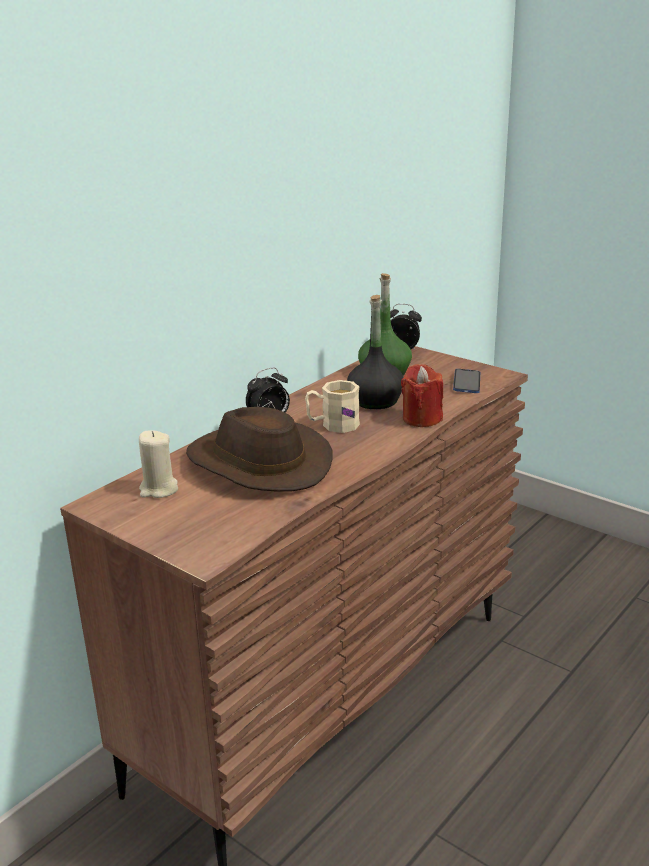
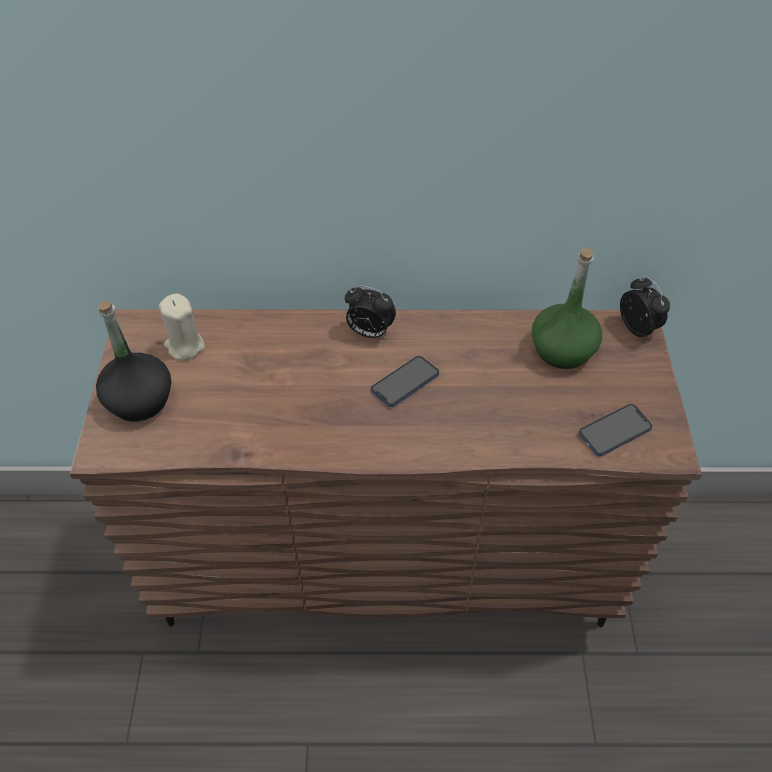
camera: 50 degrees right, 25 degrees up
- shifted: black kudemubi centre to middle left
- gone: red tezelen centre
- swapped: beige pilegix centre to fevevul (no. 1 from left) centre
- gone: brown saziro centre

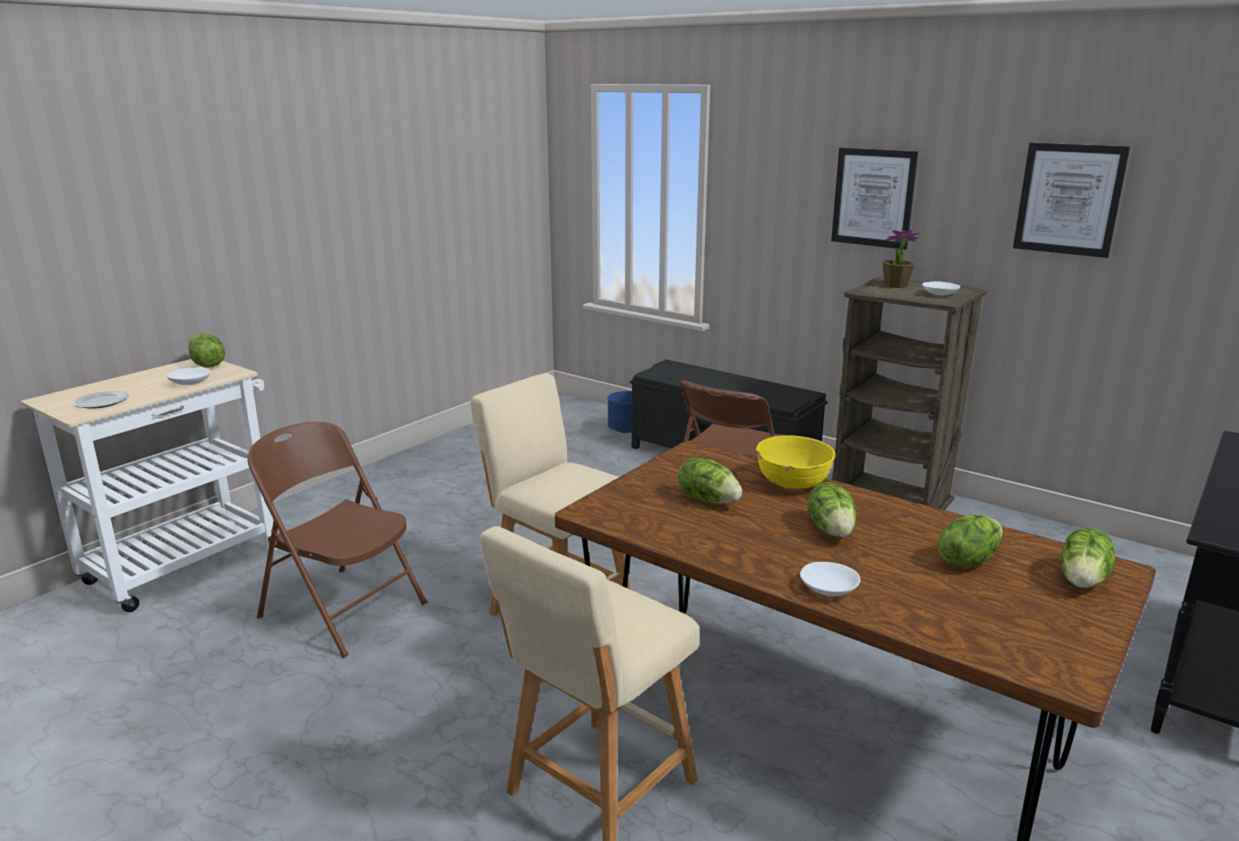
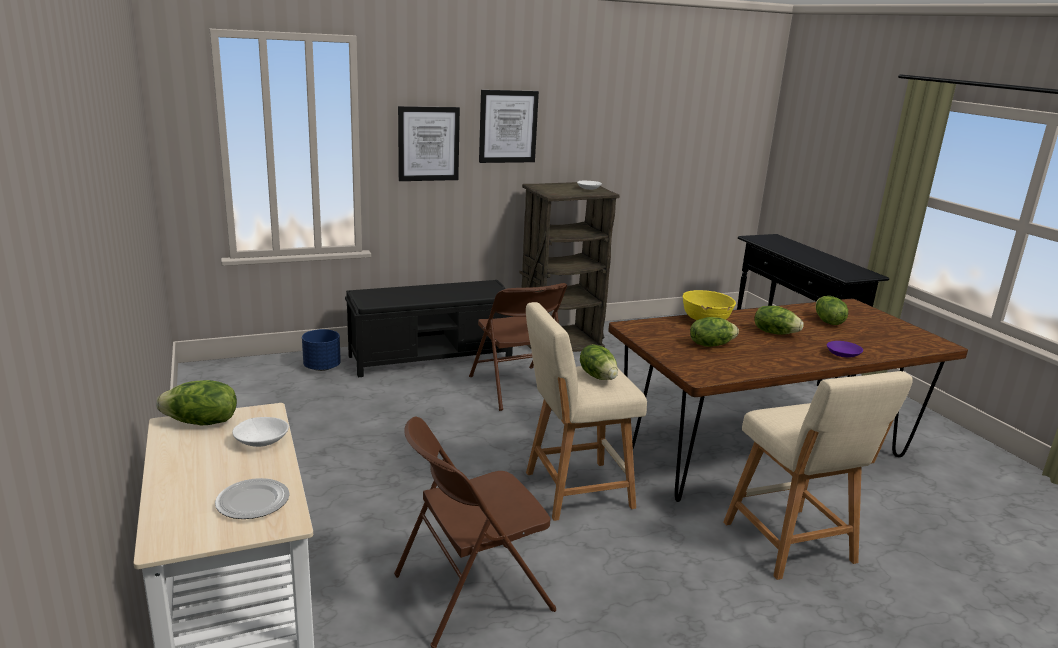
camera: 60 degrees left, 0 degrees up
- shifted: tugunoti (no. 2 from left in the first image) top right to tugunoti (no. 1 from left) top centre
- gone: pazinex top right
- shifted: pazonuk (no. 5 from left in the first image) middle right to pazonuk (no. 2 from left) centre
- repainted: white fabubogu (no. 2 from left) bottom right to purple fabubogu middle right

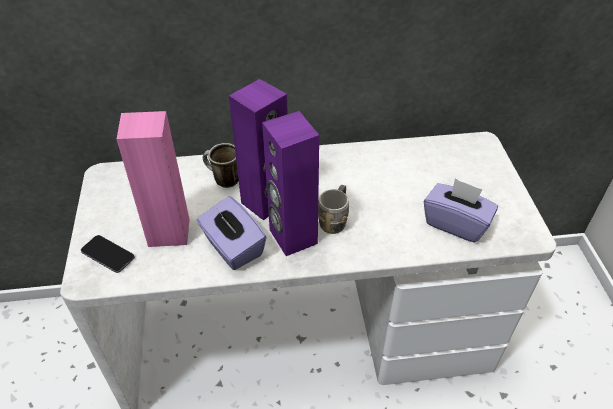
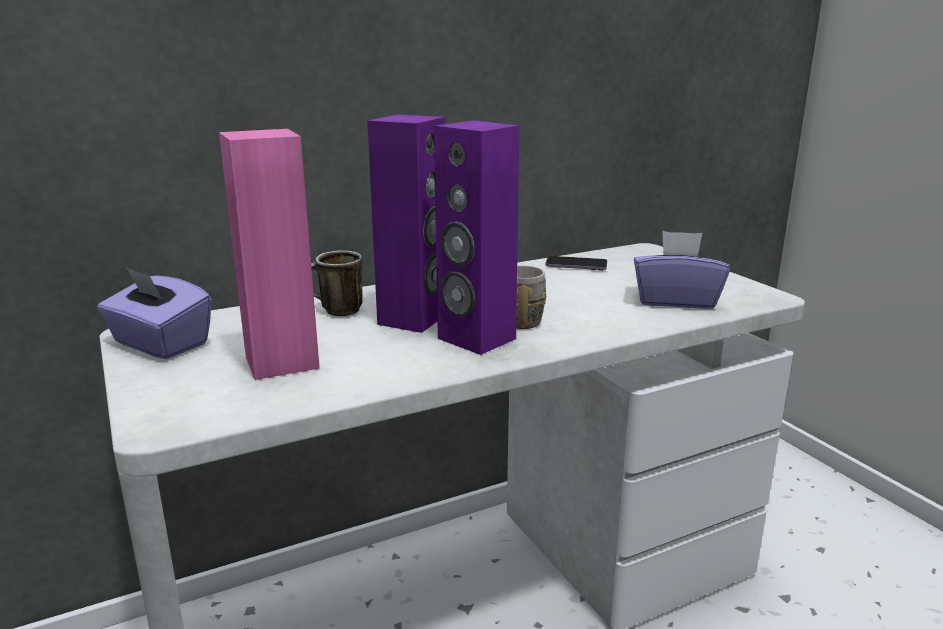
camera: 20 degrees left, 25 degrees down
- shifted: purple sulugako (no. 1 from left) centre to middle left
- shifted: fevevul middle left to centre

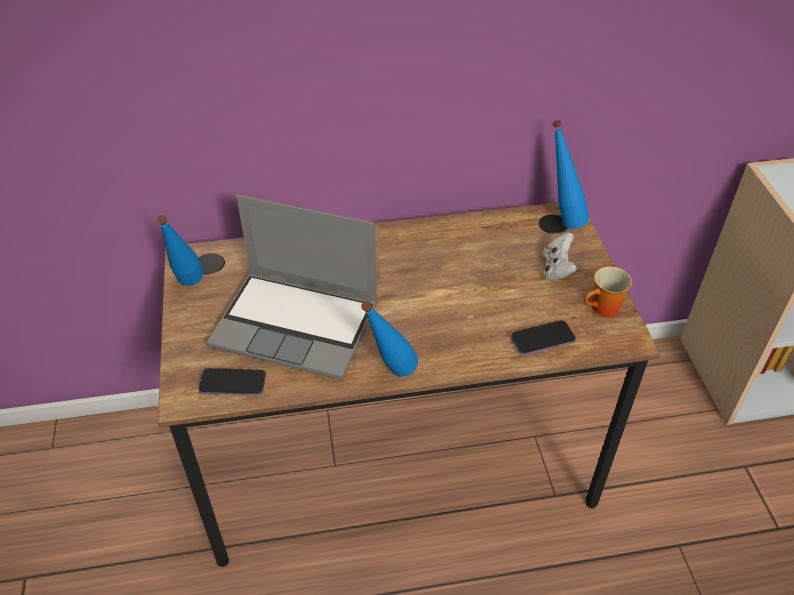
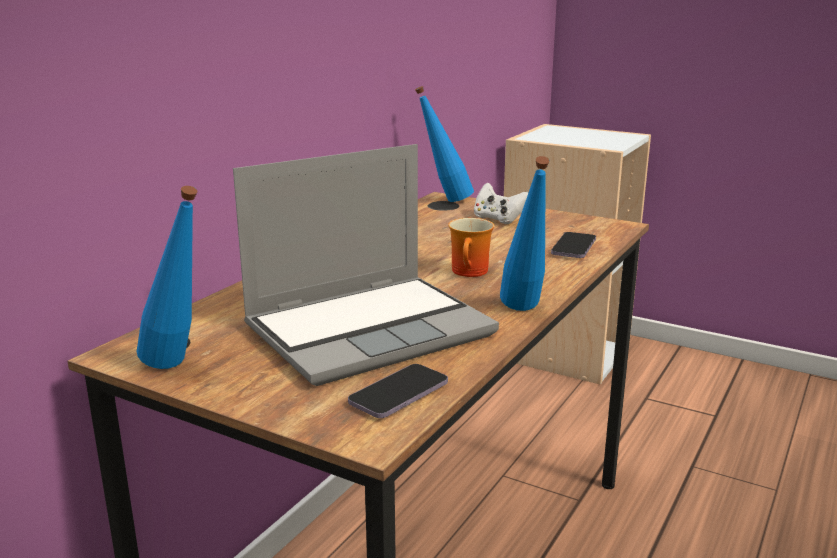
camera: 50 degrees left, 25 degrees down
- shifted: pilegix middle right to centre

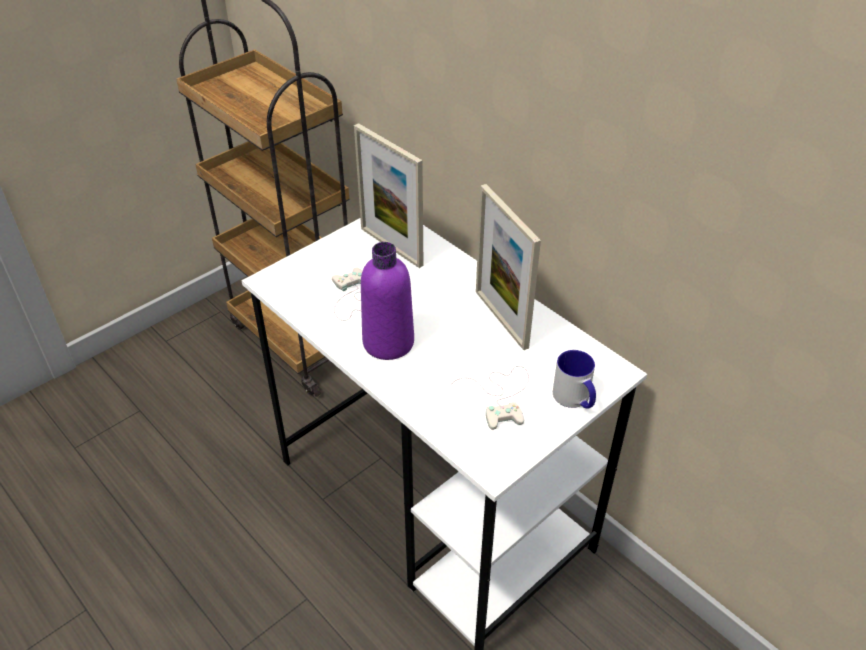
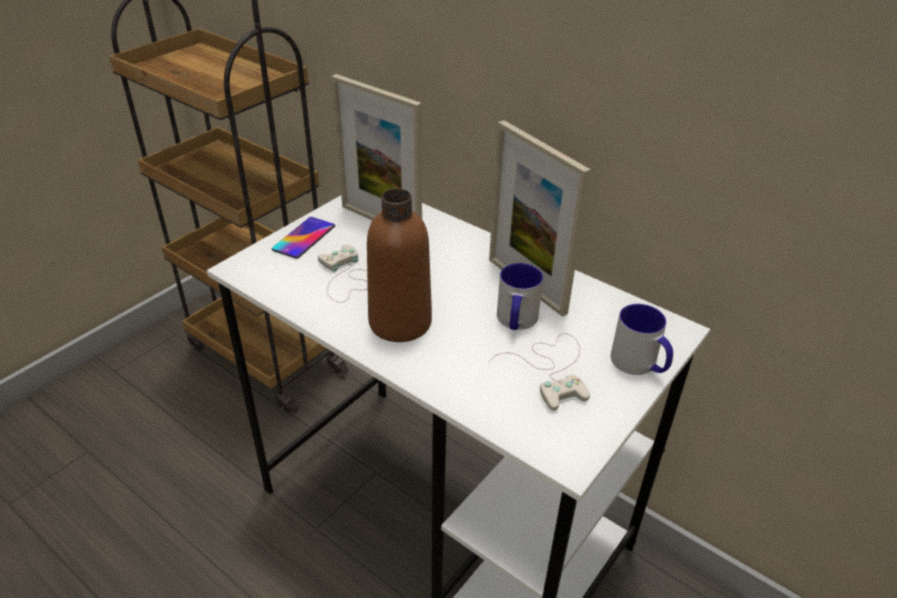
camera: 10 degrees left, 5 degrees down
- repainted: purple kudemubi centre to brown kudemubi centre
- new: fevevul centre
- new: pilegix (no. 1 from left) centre

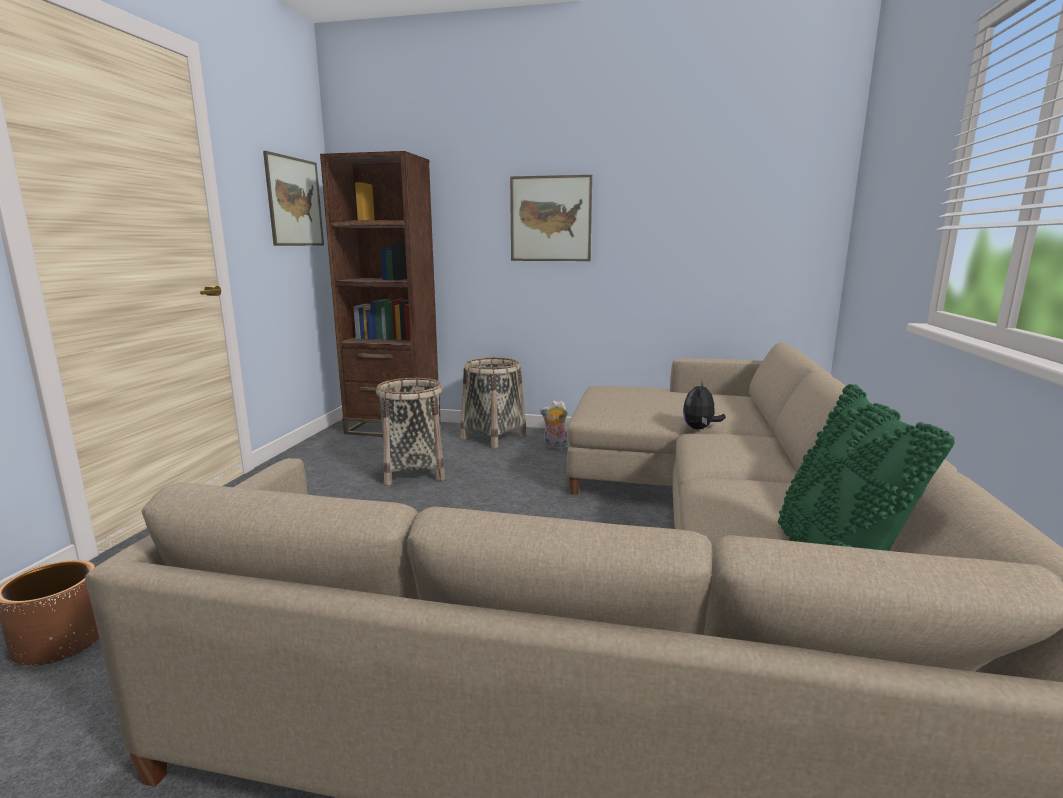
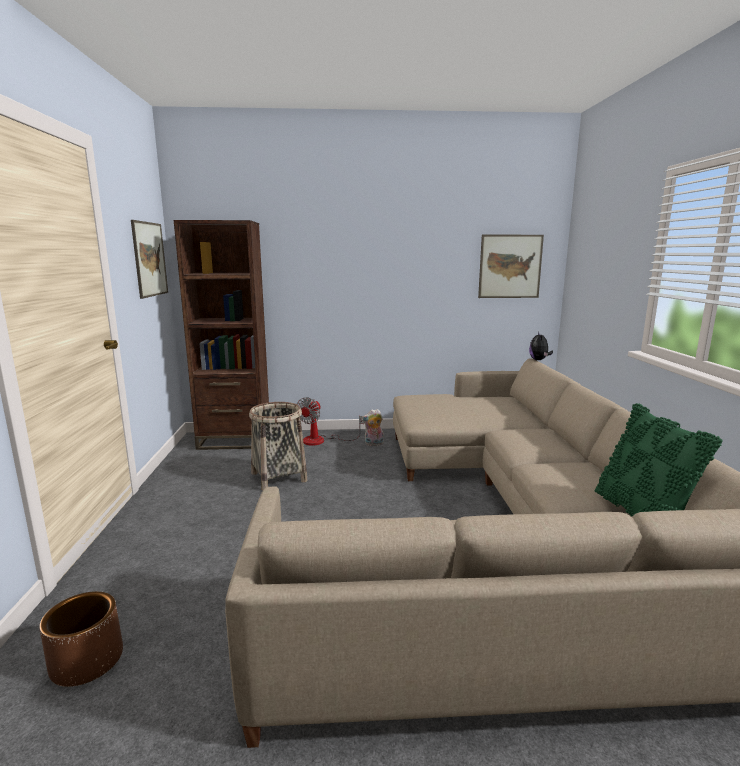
camera: 15 degrees left, 0 degrees up
- shifted: tugunoti (no. 2 from left) top centre to middle right
- swapped: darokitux (no. 2 from left) centre to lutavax centre
- shifted: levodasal (no. 2 from left) centre to middle right

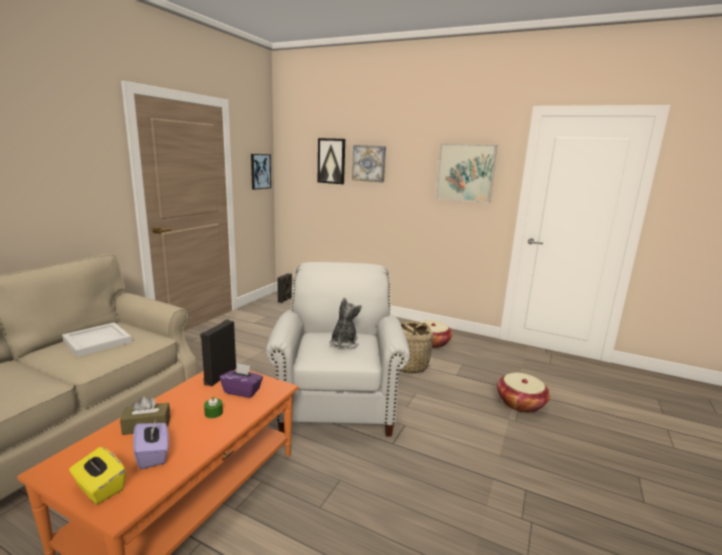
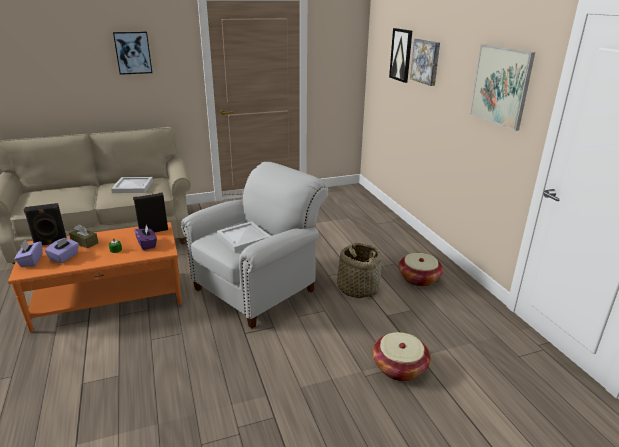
camera: 45 degrees right, 10 degrees up
- shifted: tugunoti (no. 1 from left) top centre to top left
- shifted: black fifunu (no. 2 from left in the first image) centre to black fifunu (no. 1 from left) middle left
- swapped: levodasal centre to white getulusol (no. 2 from left) centre
- repainted: yellow sulugako bottom left to purple sulugako (no. 1 from left) middle left

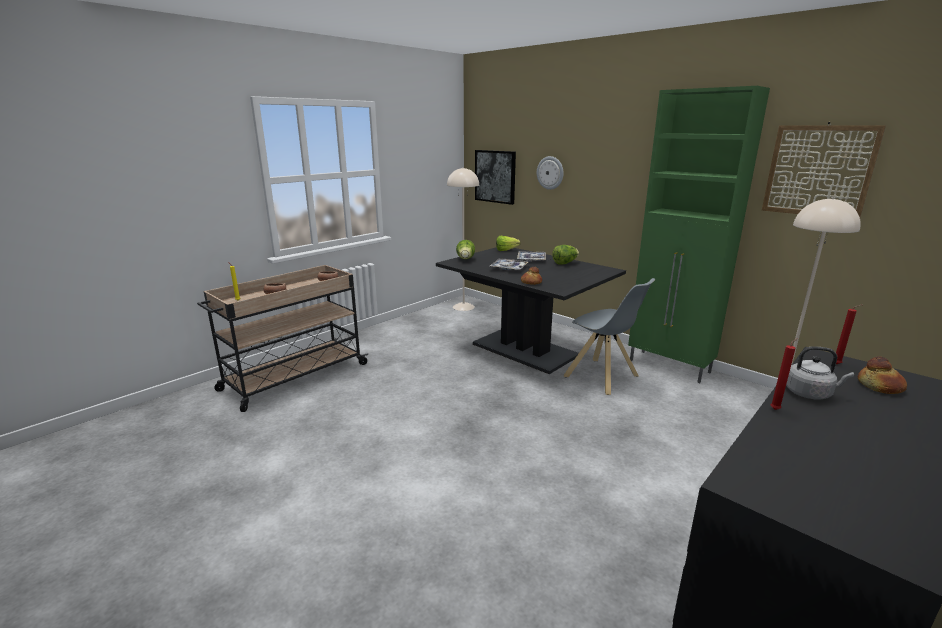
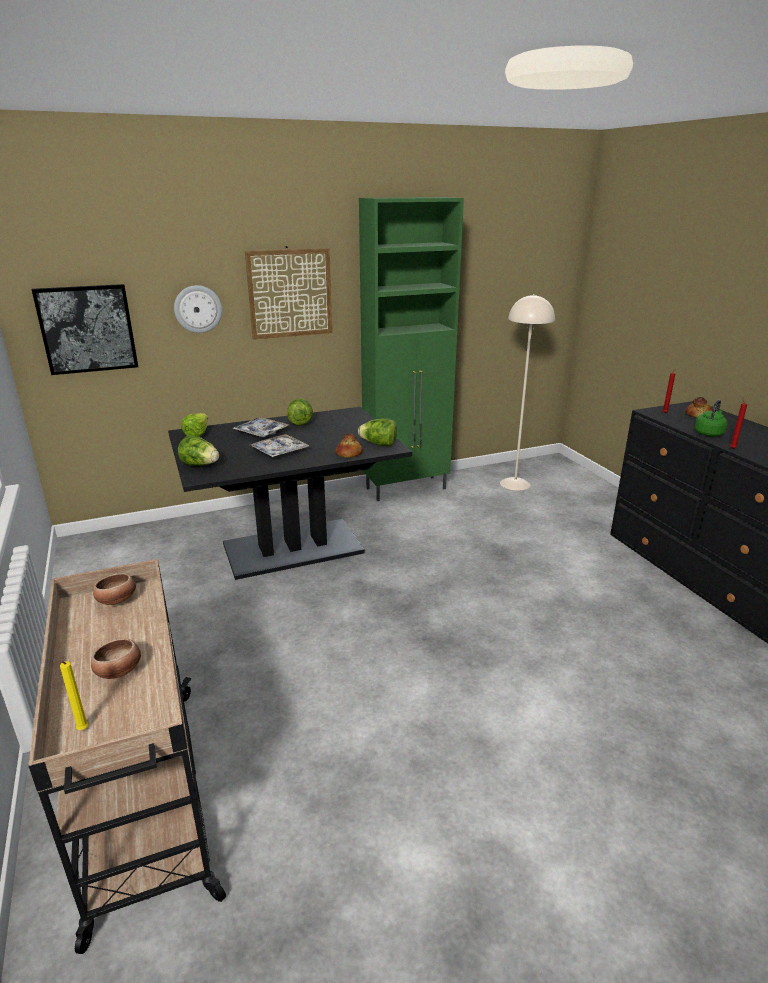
camera: 65 degrees left, 5 degrees up
- shifted: tugunoti (no. 2 from left) top right to top centre
- gone: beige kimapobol (no. 1 from left) centre
- gone: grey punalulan centre
- repainted: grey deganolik middle right to green deganolik middle right
- new: pazonuk (no. 4 from left) centre

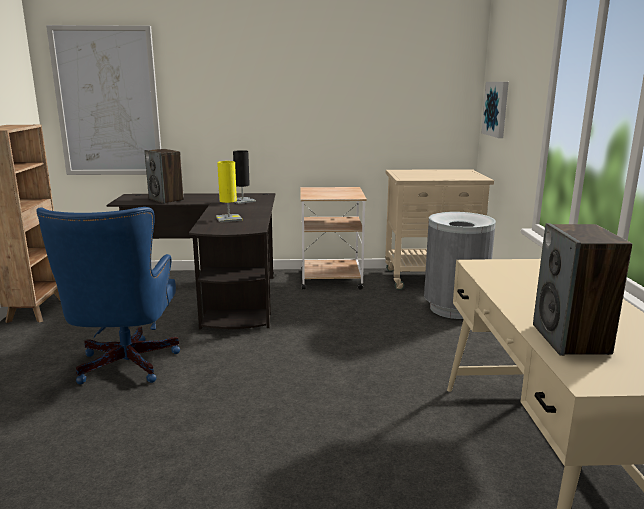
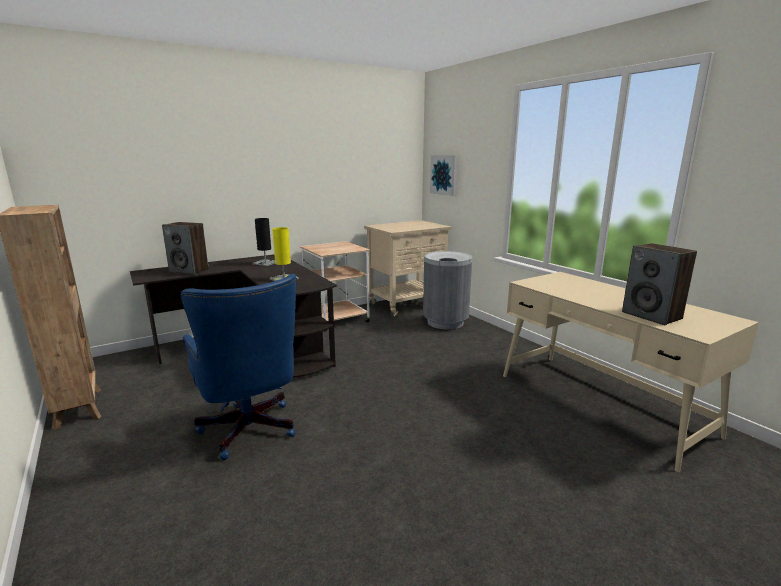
camera: 30 degrees left, 0 degrees up
- gone: tugunoti (no. 1 from left) top left

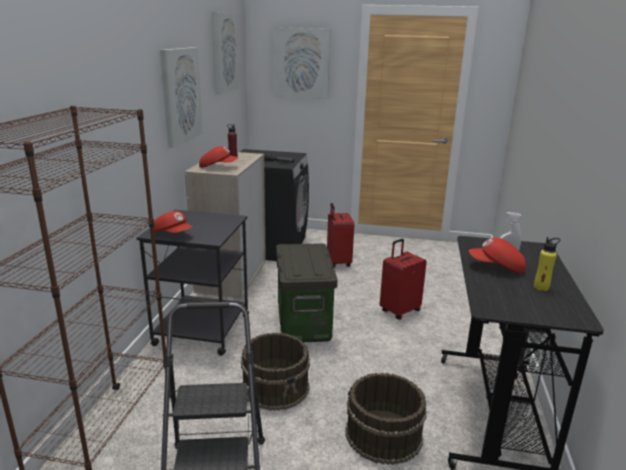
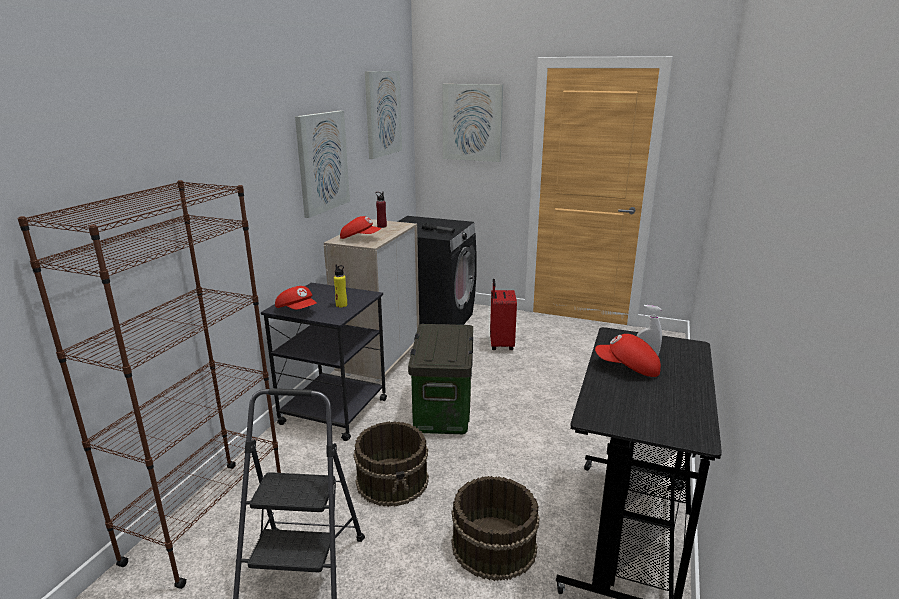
camera: 10 degrees right, 0 degrees up
- shifted: yellow kudemubi middle right to centre
- gone: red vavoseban (no. 2 from left) centre

